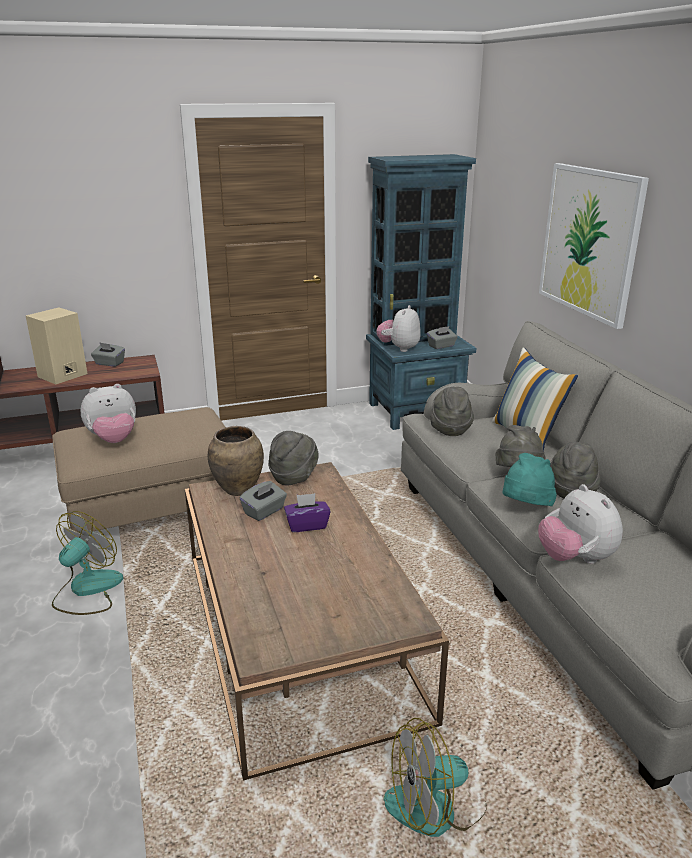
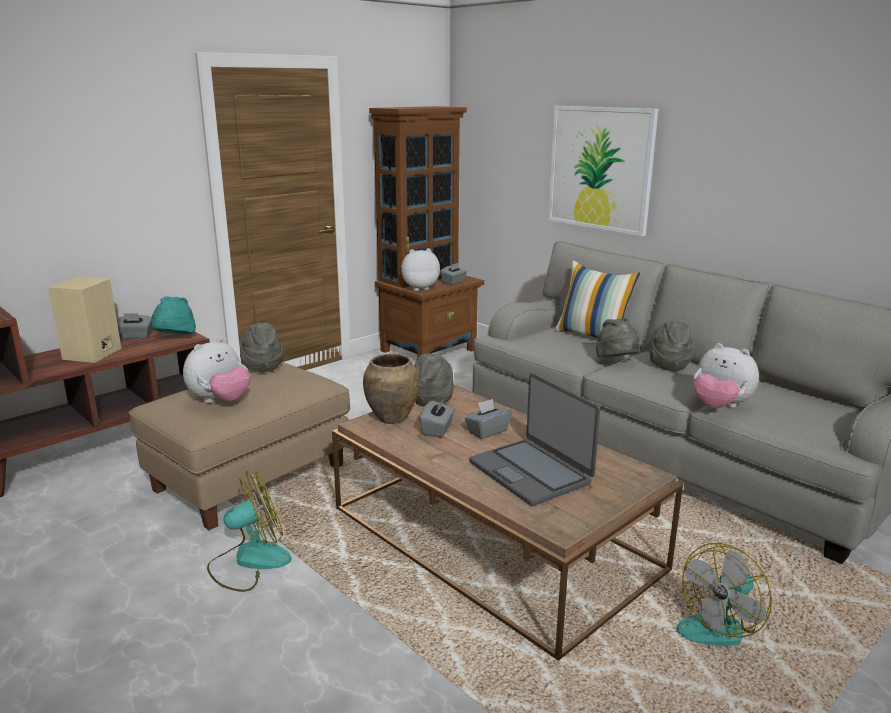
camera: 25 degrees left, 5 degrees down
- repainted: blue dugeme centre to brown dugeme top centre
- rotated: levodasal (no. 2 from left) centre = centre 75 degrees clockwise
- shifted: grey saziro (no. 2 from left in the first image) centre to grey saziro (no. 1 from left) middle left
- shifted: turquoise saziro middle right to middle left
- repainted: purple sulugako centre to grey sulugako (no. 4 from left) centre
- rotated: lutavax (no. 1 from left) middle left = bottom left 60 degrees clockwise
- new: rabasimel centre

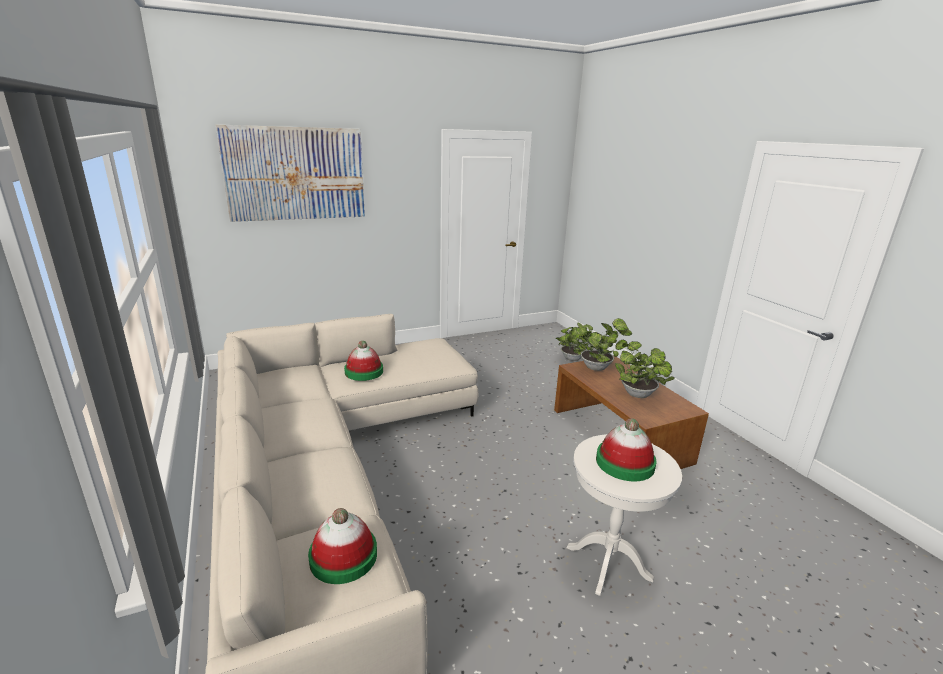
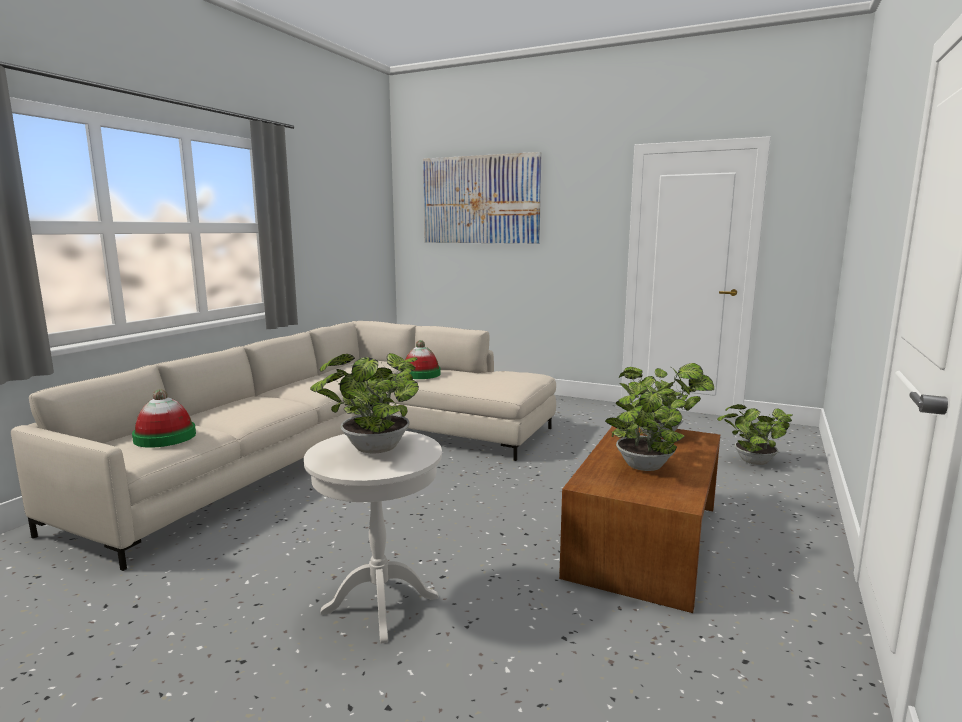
camera: 50 degrees right, 10 degrees down
- swapped: saziro (no. 3 from left) bottom centre to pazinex (no. 1 from left) centre

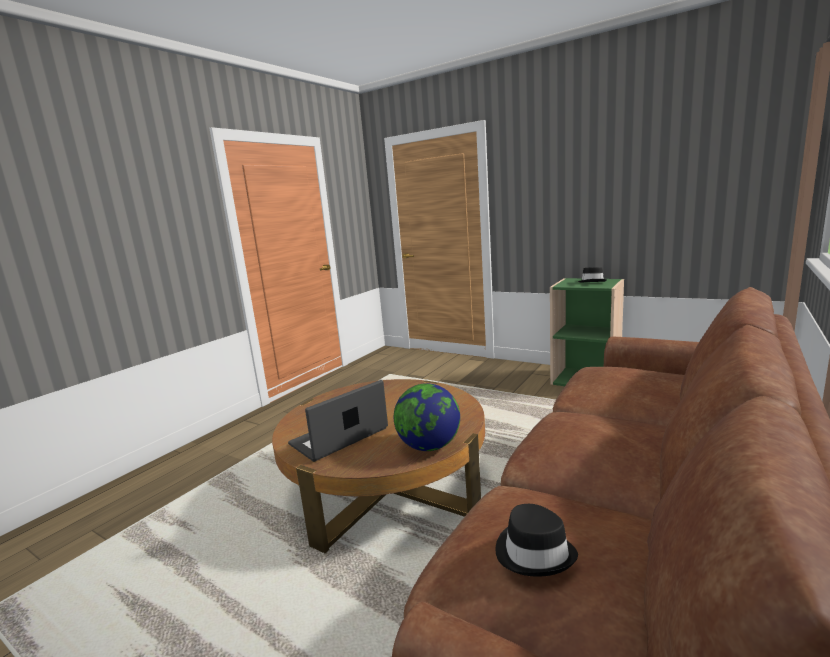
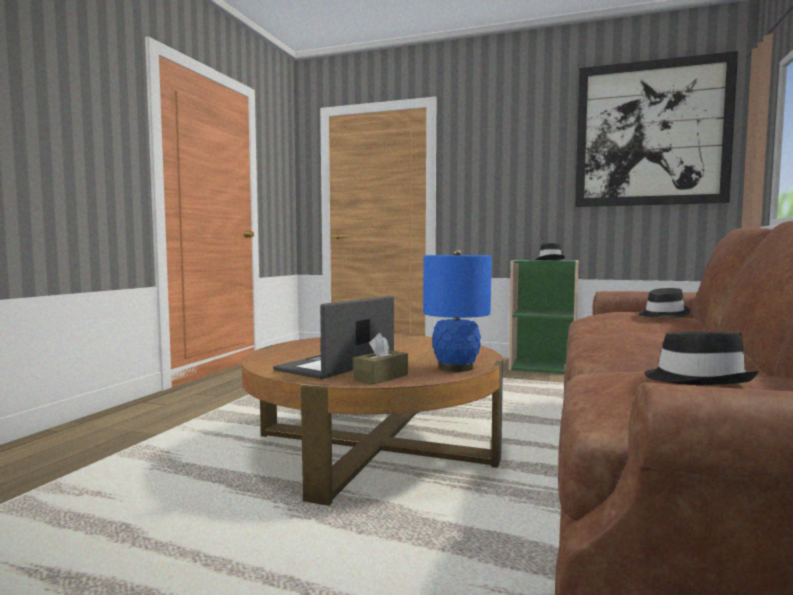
camera: 15 degrees left, 10 degrees down
- swapped: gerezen centre to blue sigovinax centre
- new: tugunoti top right
- new: black saziro (no. 2 from left) middle right
- new: brown sulugako centre

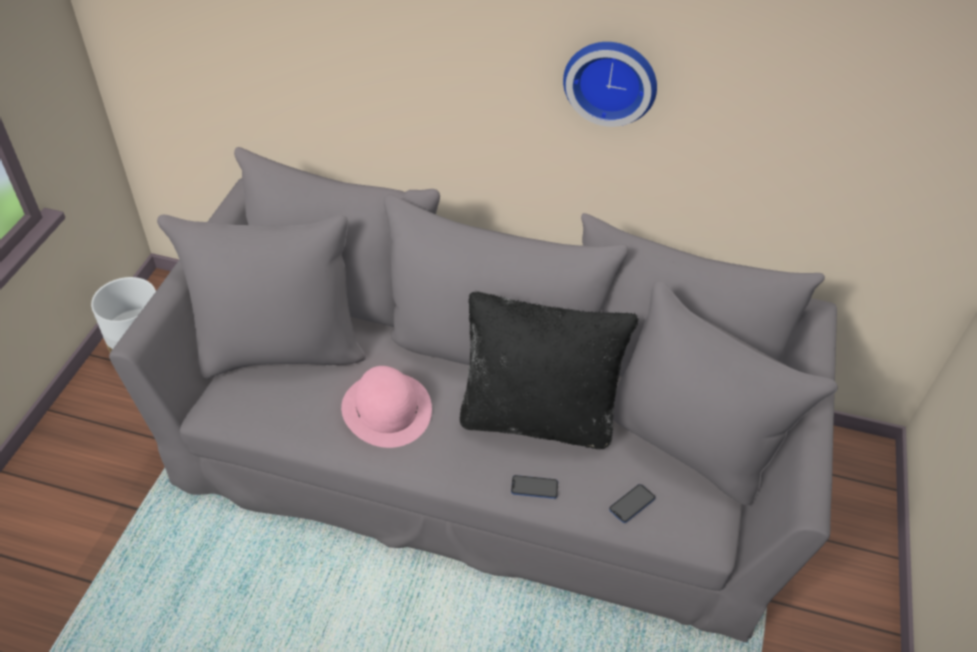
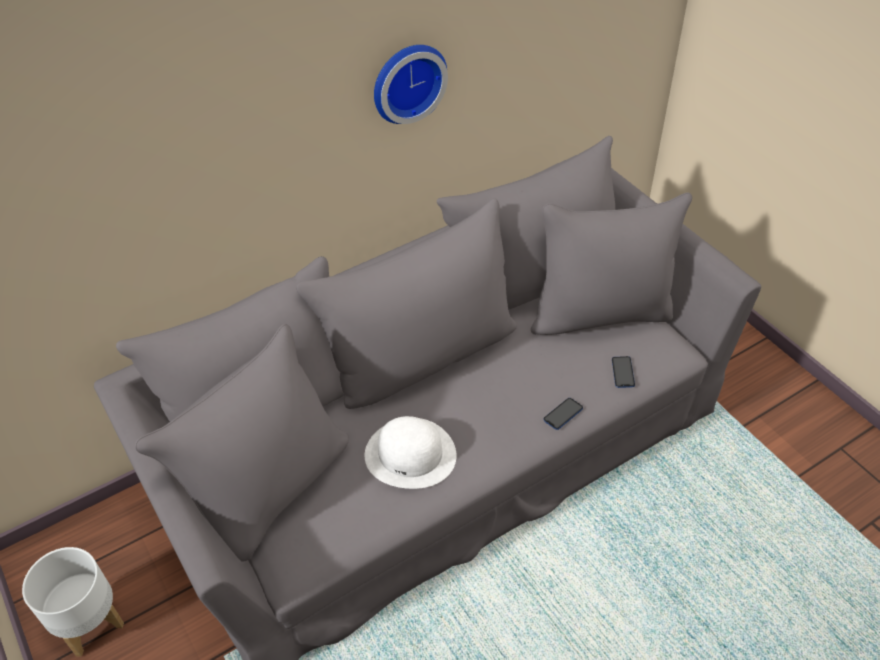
camera: 45 degrees left, 0 degrees up
- gone: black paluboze centre
- repainted: pink saziro centre to white saziro bottom centre

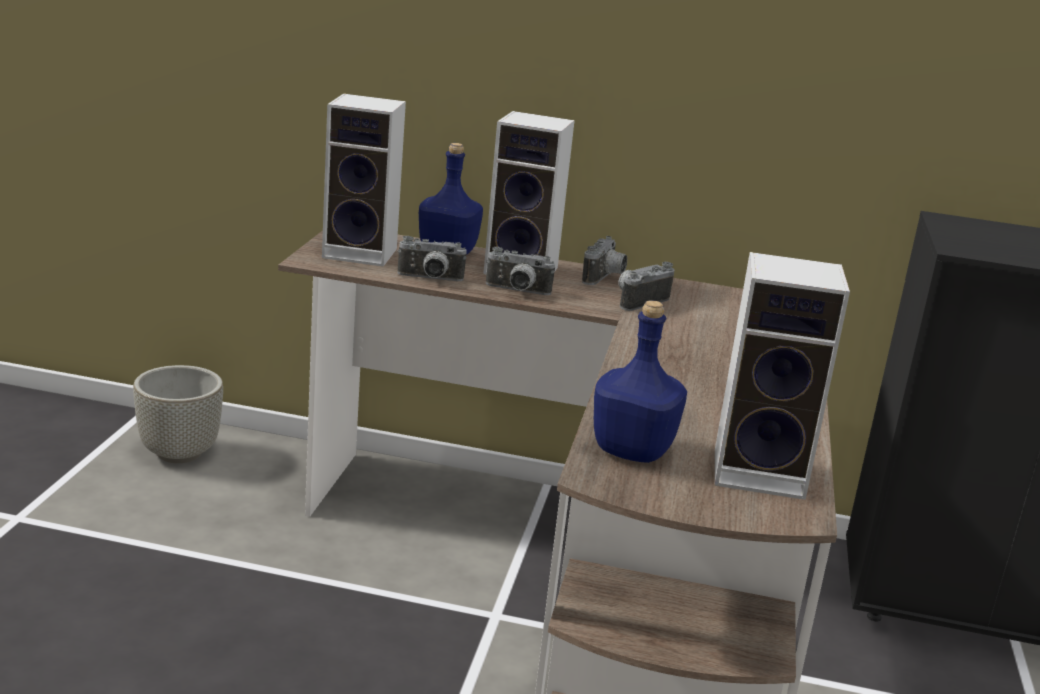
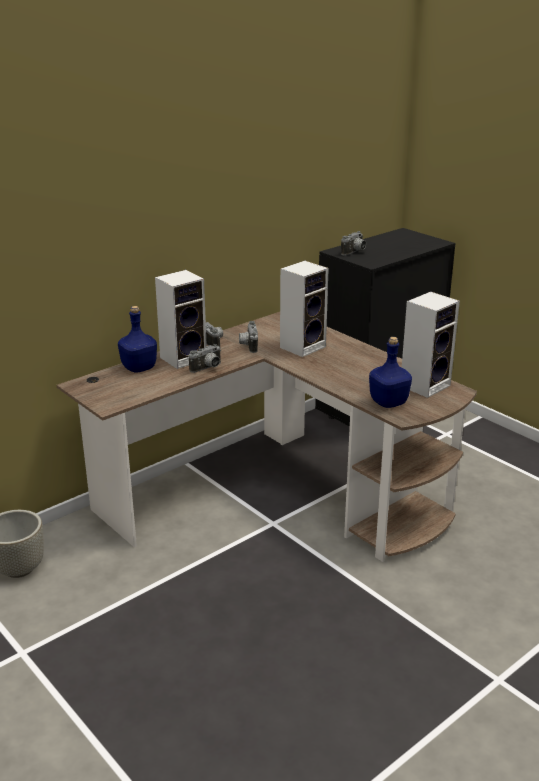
camera: 50 degrees left, 5 degrees up
- shifted: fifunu (no. 1 from left in the first image) top centre to fifunu (no. 2 from left) centre
- shifted: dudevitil (no. 1 from left in the first image) centre to dudevitil (no. 4 from left) top centre

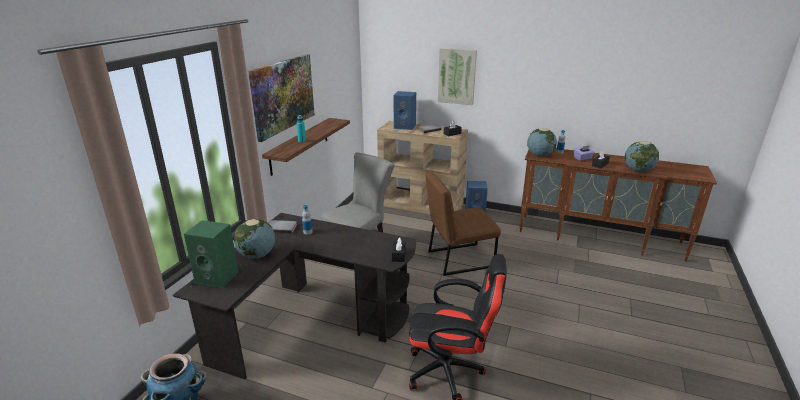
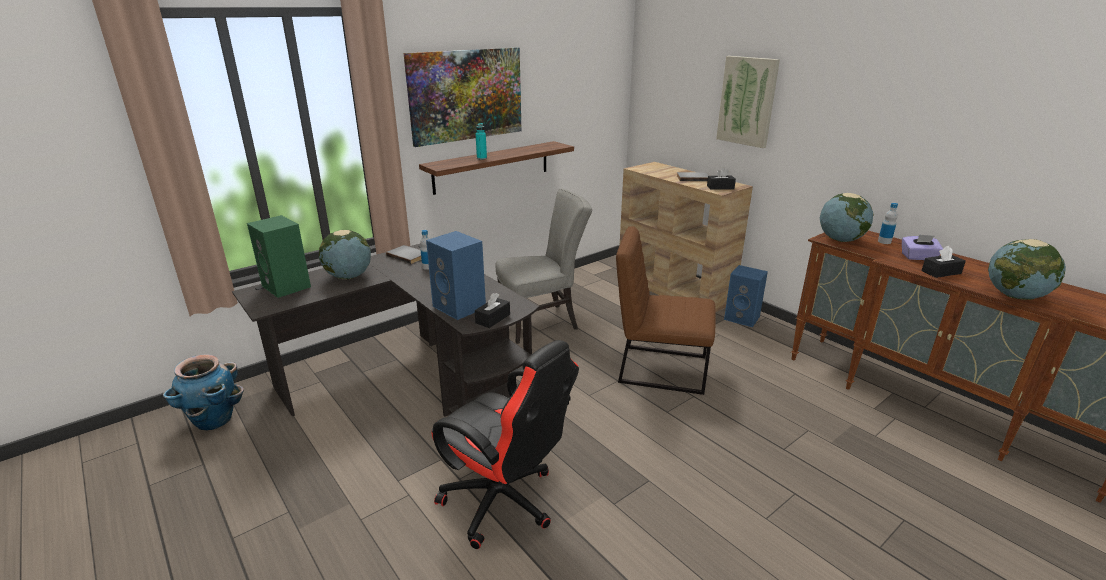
camera: 30 degrees right, 0 degrees up
- shifted: blue fifunu (no. 1 from left) top centre to centre

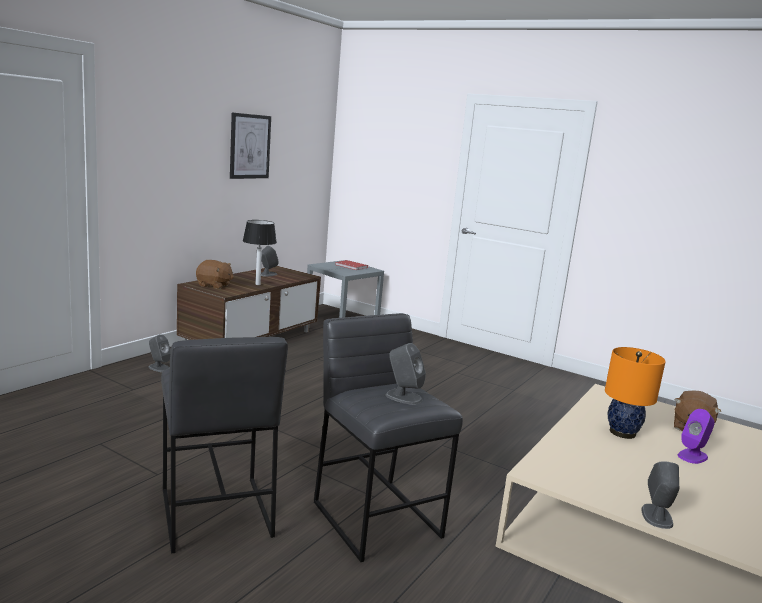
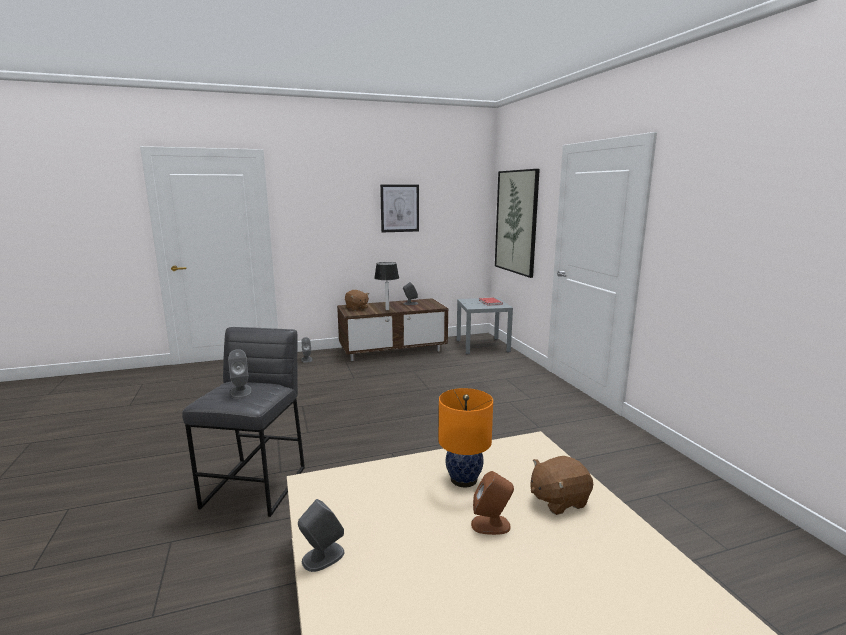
camera: 40 degrees right, 0 degrees up
- gone: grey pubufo (no. 1 from left) bottom left
- repainted: purple fifunu bottom right to brown fifunu bottom centre
- new: tugunoti (no. 2 from left) centre

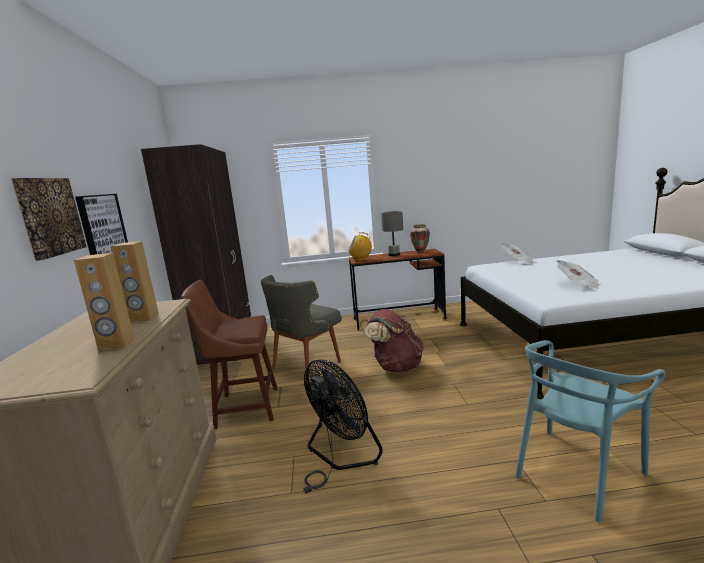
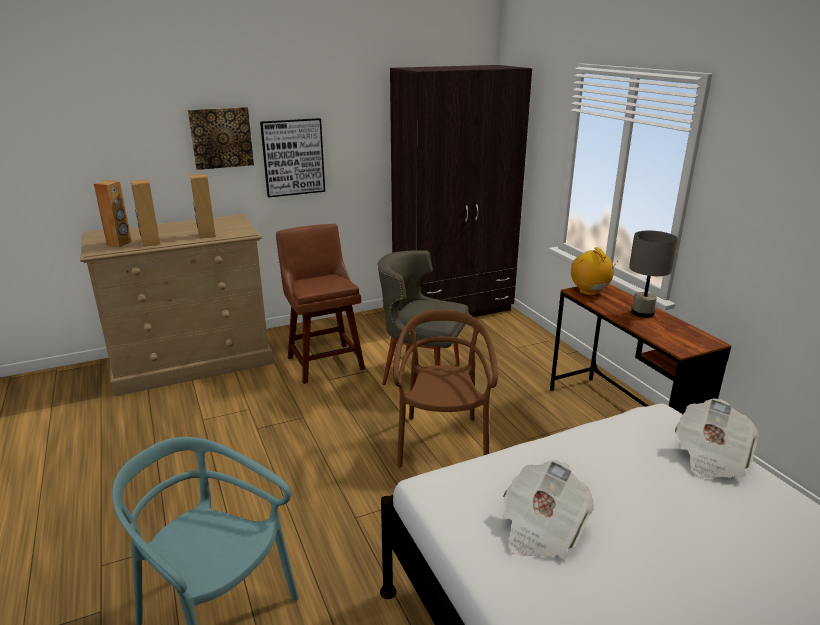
camera: 70 degrees right, 10 degrees up
- gone: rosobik centre
- swapped: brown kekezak centre to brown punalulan (no. 2 from left) centre
- gone: black lutavax bottom centre
- new: brown fifunu (no. 1 from left) middle left

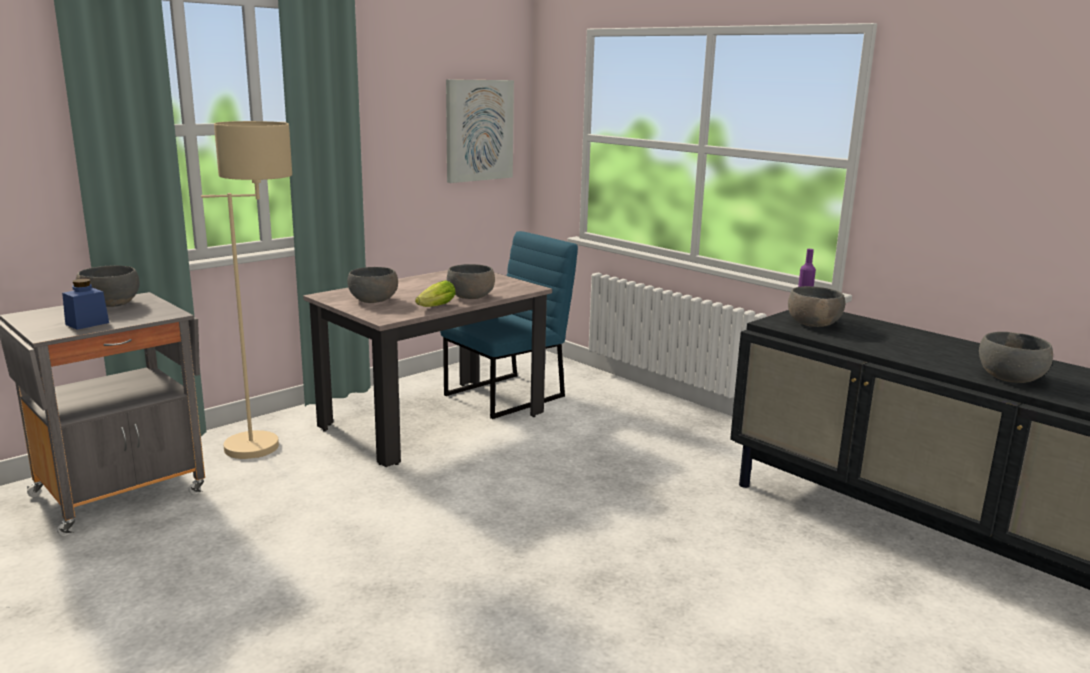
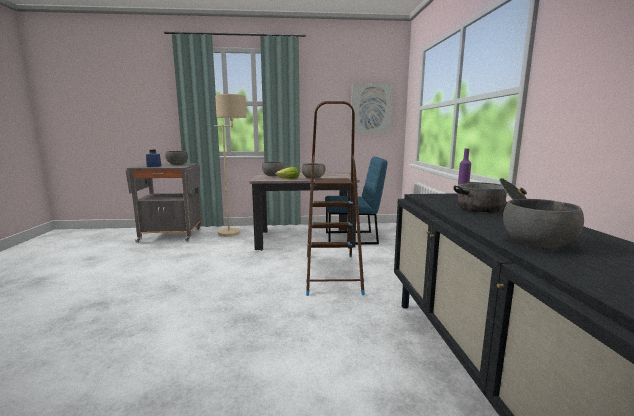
camera: 40 degrees right, 5 degrees down
- gone: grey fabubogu (no. 4 from left) middle right
- new: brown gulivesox centre
- new: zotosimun middle right

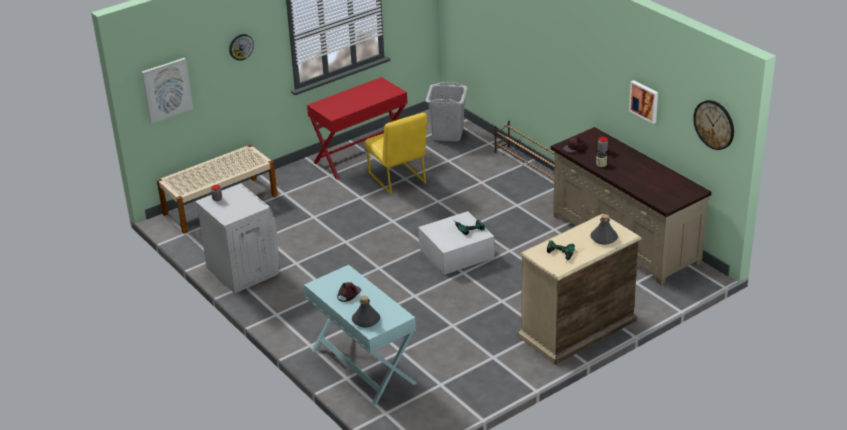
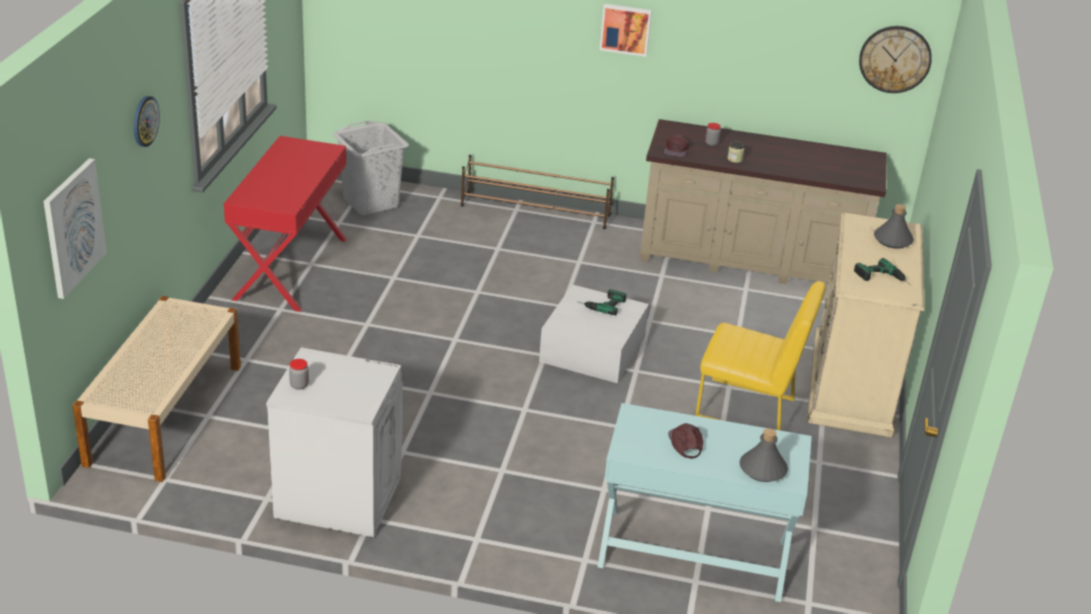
camera: 45 degrees left, 0 degrees up
- shifted: tugunoti (no. 2 from left) top right to top centre
- shifted: yellow punalulan centre to middle right

